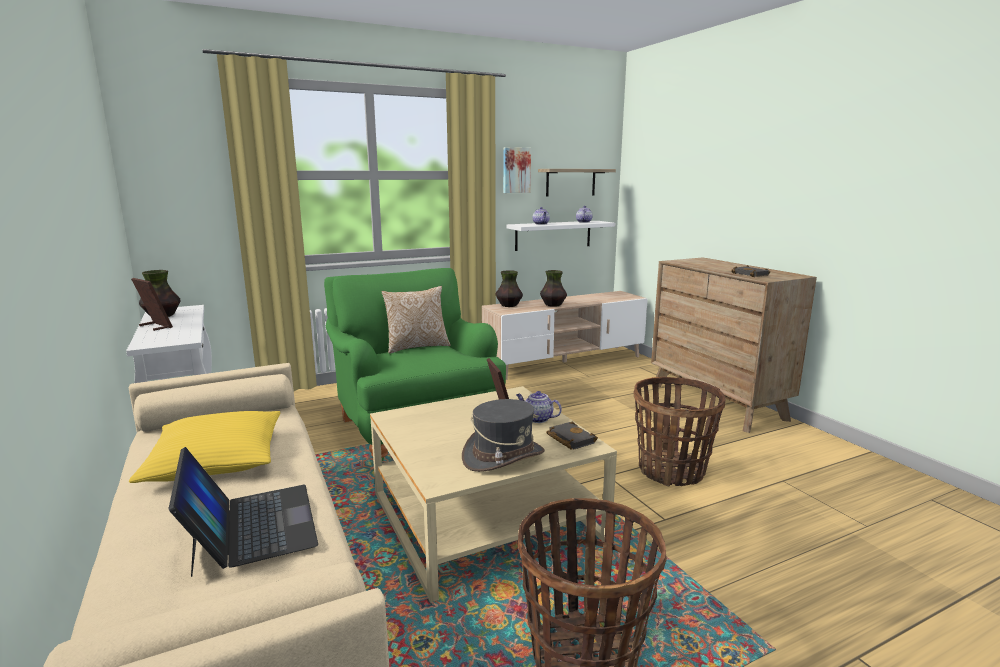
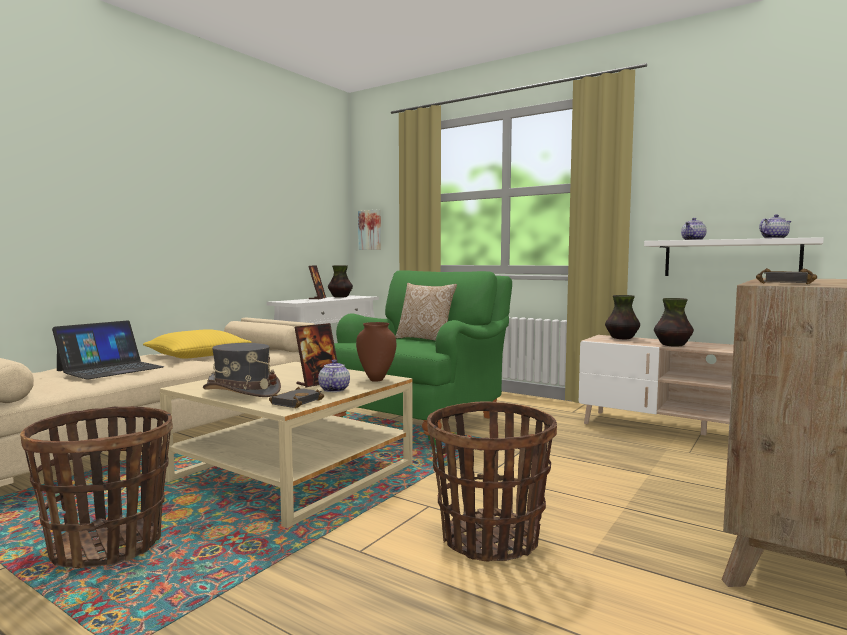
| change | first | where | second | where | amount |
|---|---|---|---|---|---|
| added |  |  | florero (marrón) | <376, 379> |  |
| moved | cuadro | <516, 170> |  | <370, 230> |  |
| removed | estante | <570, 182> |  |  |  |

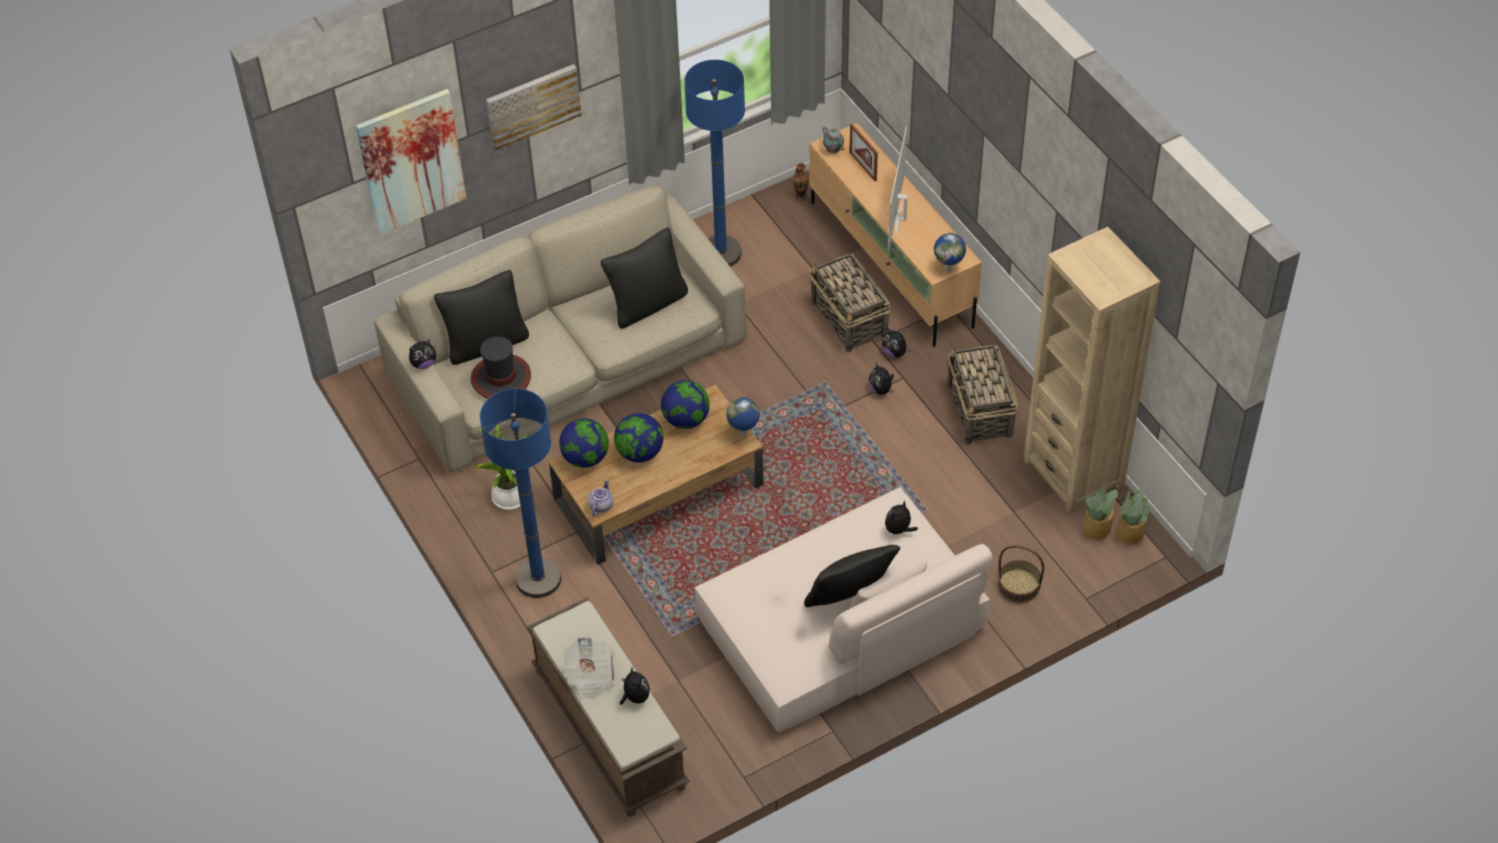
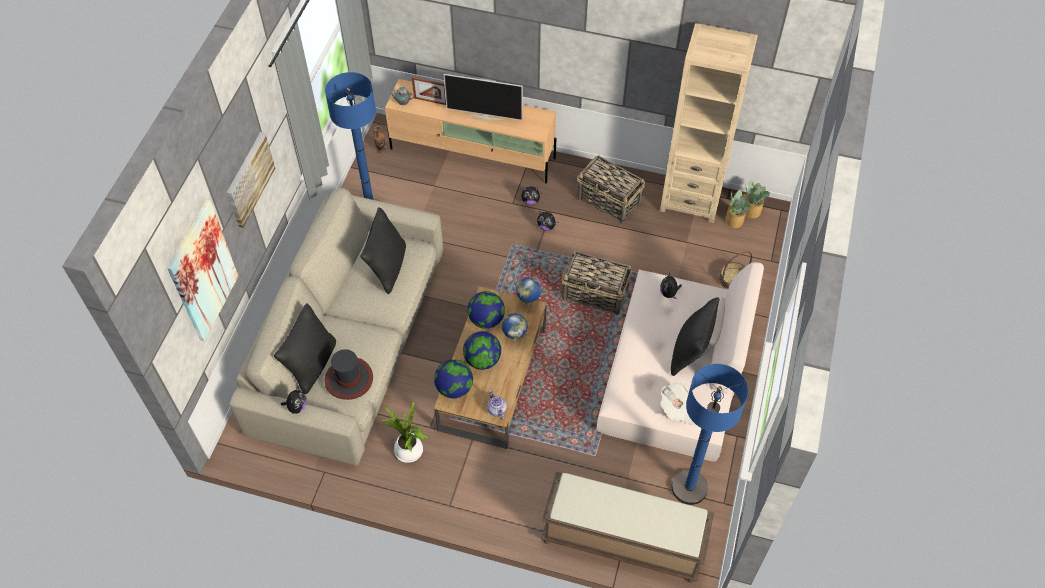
| change | first | where | second | where | amount |
|---|---|---|---|---|---|
| turned | televisor | <900, 218> |  | <485, 116> | 45 degrees counterclockwise |
| moved | globo terráqueo | <948, 269> |  | <514, 338> |  |
| moved | cesta | <849, 319> |  | <595, 294> |  |
| moved | periódico | <590, 677> |  | <678, 409> |  |
| moved | lámpara de pie (azul) | <538, 579> |  | <689, 488> |  |
| removed | peluche | <635, 697> |  |  |  |

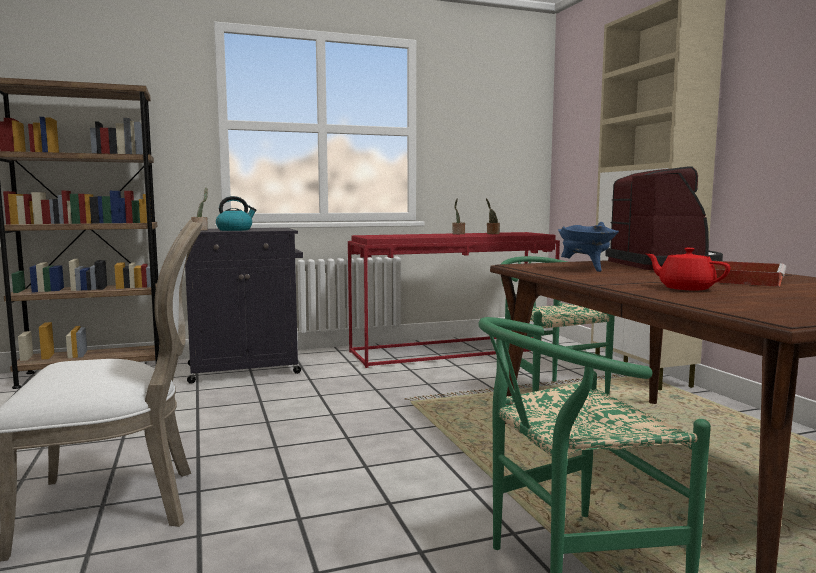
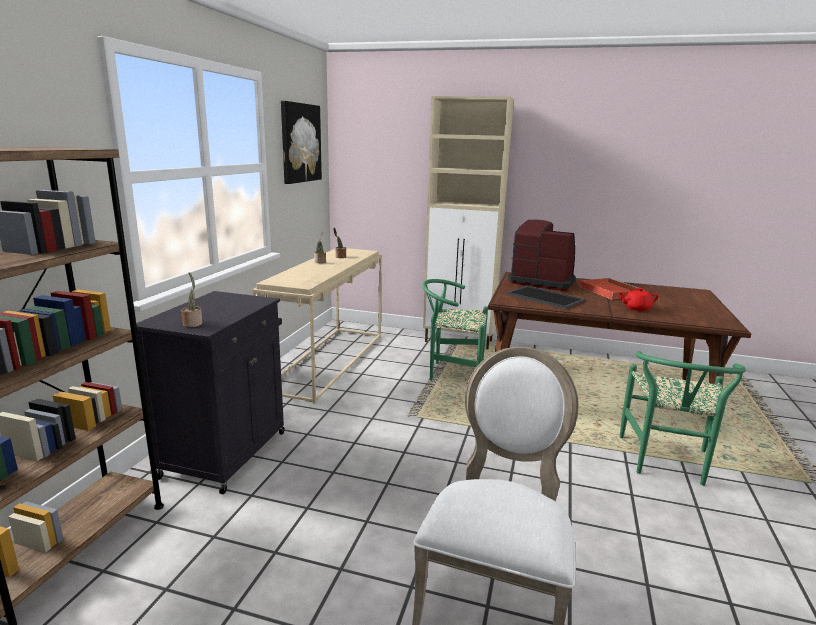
| change | first | where | second | where | amount |
|---|---|---|---|---|---|
| recoloured | mesa consola (rojo) | <453, 350> | mesa consola (beis) | <327, 361> |  |
| added |  |  | cuadro | <300, 143> |  |
| replaced | olla (azul) | <586, 269> | bandeja | <543, 297> |  |
| removed | hervidor | <235, 230> |  |  |  |

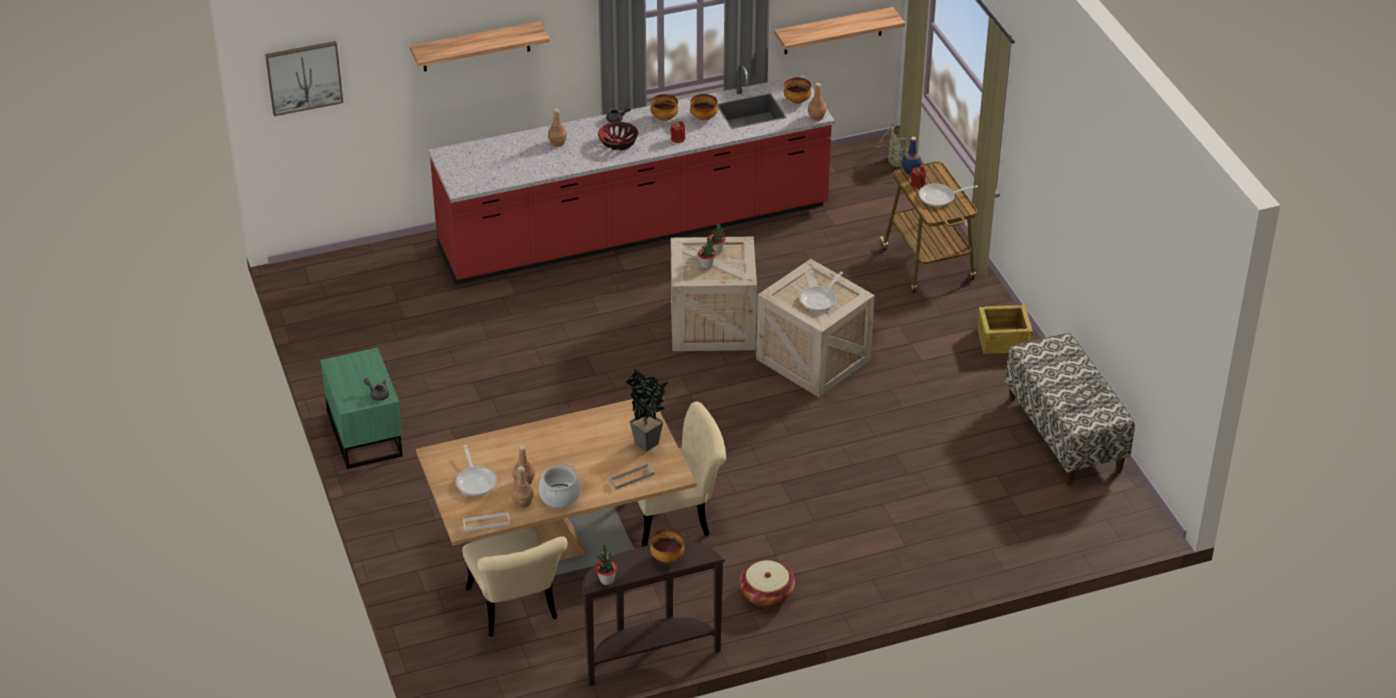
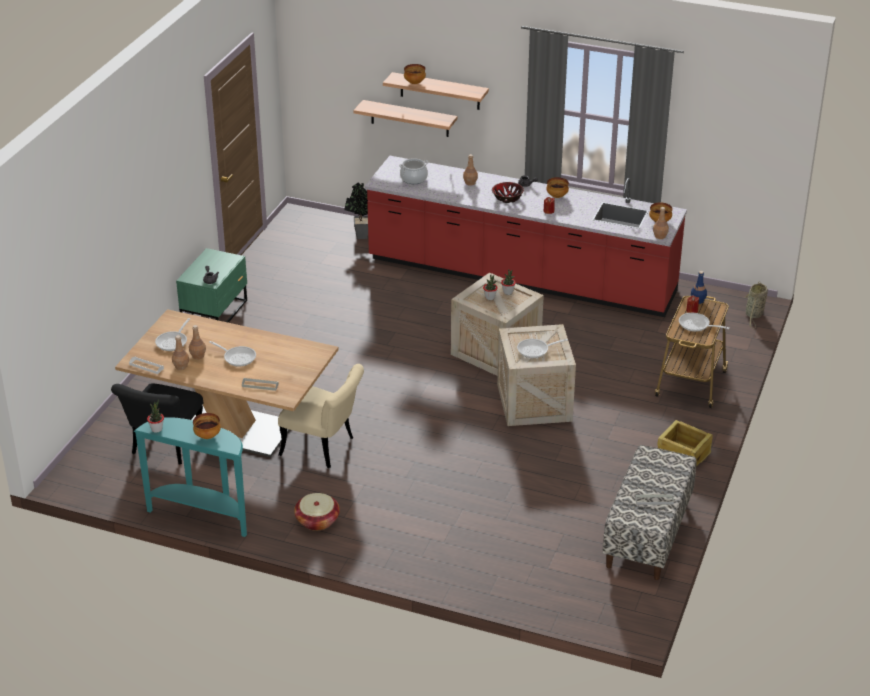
| change | first | where | second | where | amount |
|---|---|---|---|---|---|
| recoloured | silla (beis) | <516, 610> | silla (negro) | <165, 448> |  |
| recoloured | mesa consola (marrón) | <649, 656> | mesa consola (turquesa) | <202, 515> |  |
| added |  |  | sartén | <237, 357> |  |
| moved | planta en maceta | <647, 446> |  | <360, 237> |  |
| moved | estante | <833, 31> |  | <409, 118> |  |
| moved | olla | <560, 496> |  | <413, 179> |  |
| moved | cuenco | <704, 118> |  | <415, 83> |  |
| removed | cuadro | <304, 77> |  |  |  |

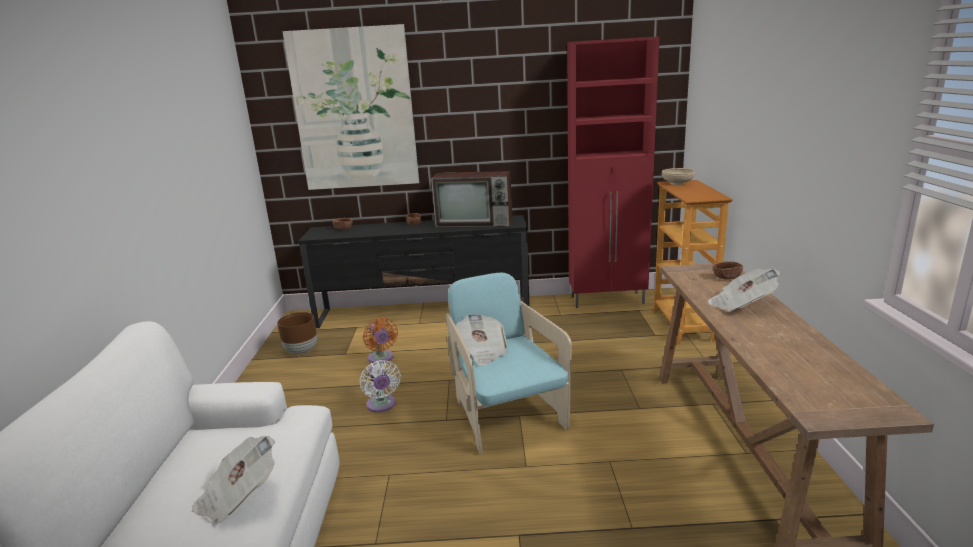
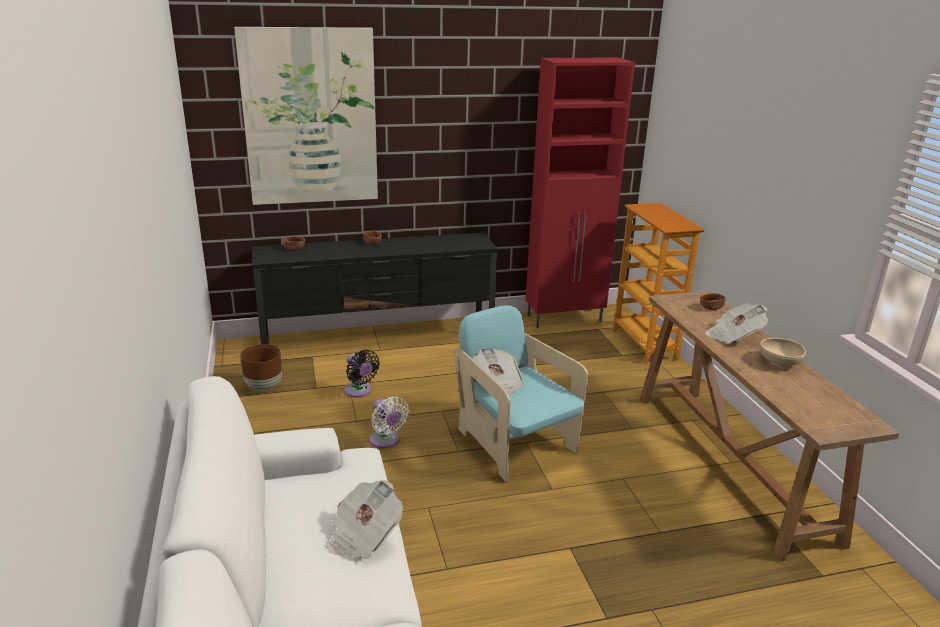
| change | first | where | second | where | amount |
|---|---|---|---|---|---|
| recoloured | ventilador (naranja) | <381, 358> | ventilador (negro) | <359, 391> |  |
| moved | cuenco (beis) | <677, 183> |  | <779, 362> |  |
| removed | televisor | <476, 223> |  |  |  |

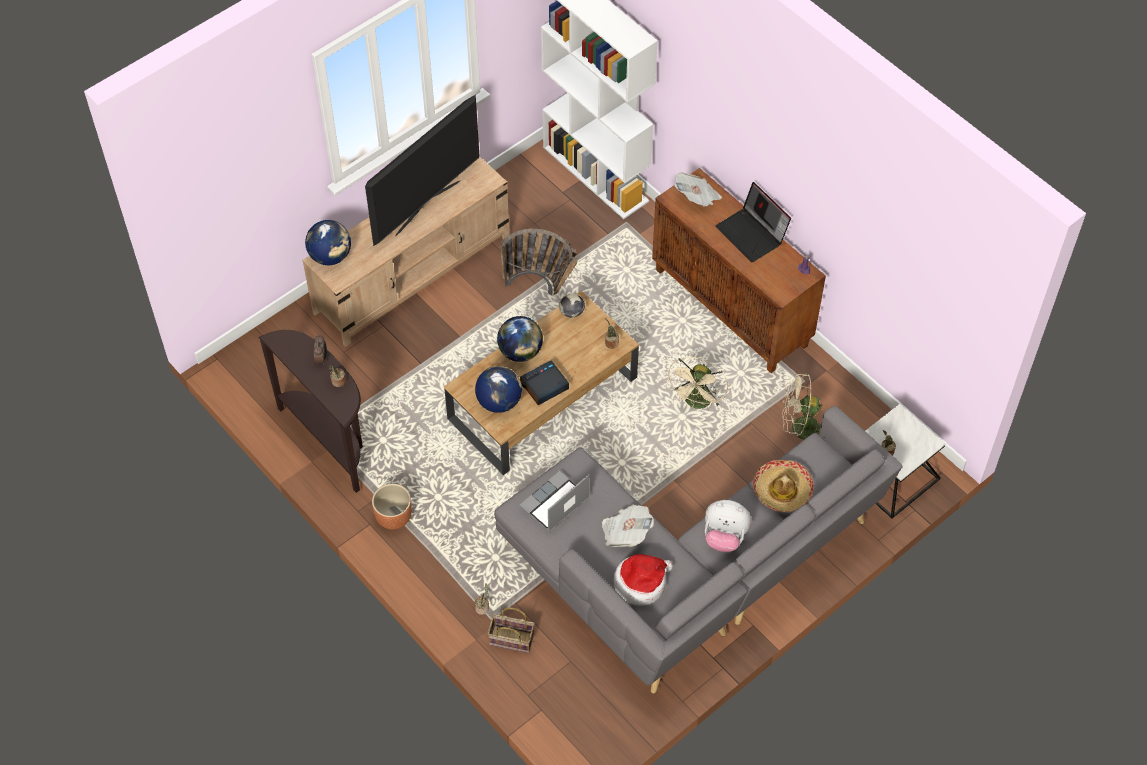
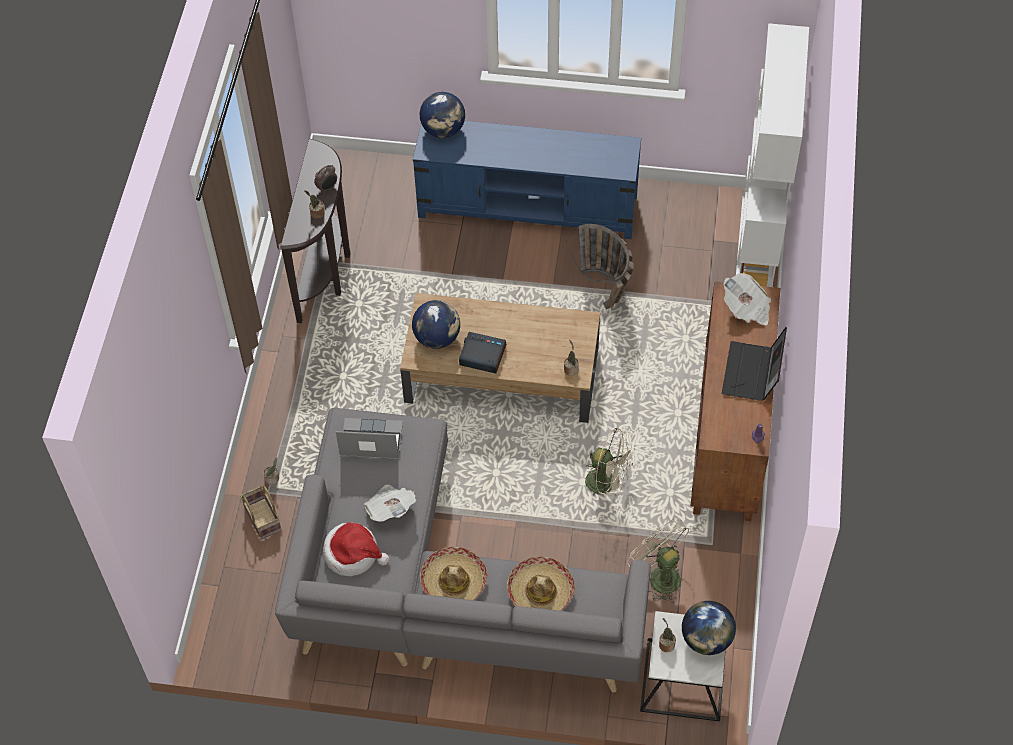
| change | first | where | second | where | amount |
|---|---|---|---|---|---|
| recoloured | mueble de televisión (beis) | <413, 274> | mueble de televisión (azul) | <528, 207> |  |
| replaced | peluche | <724, 536> | sombrero | <453, 581> |  |
| turned | ventilador (beis) | <697, 403> |  | <607, 483> | 135 degrees counterclockwise |
| moved | globo terráqueo | <520, 352> |  | <706, 639> |  |
| removed | televisor | <427, 207> |  |  |  |
| removed | maceta (marrón) | <393, 517> |  |  |  |
| removed | cuenco | <572, 312> |  |  |  |

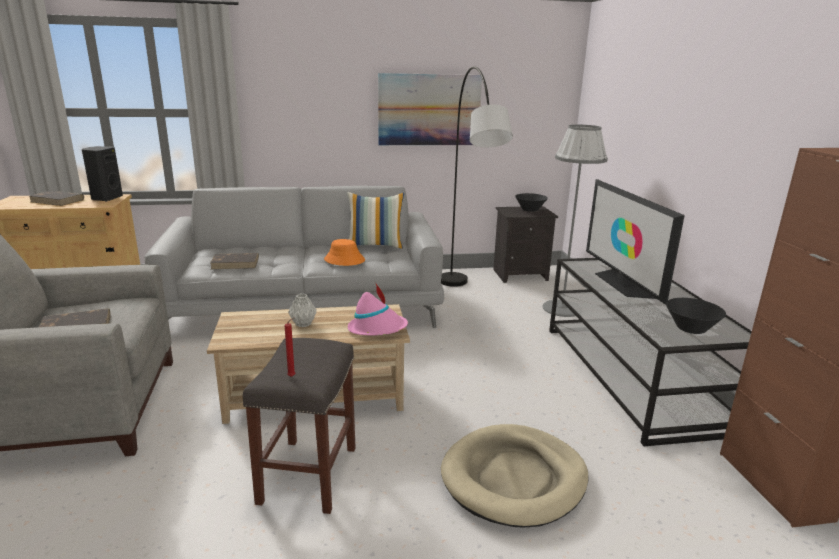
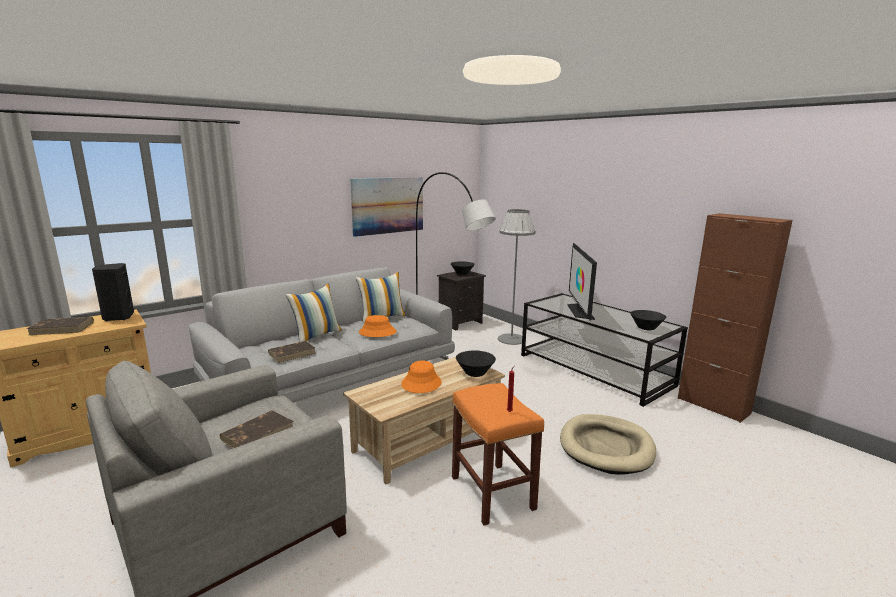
| change | first | where | second | where | amount |
|---|---|---|---|---|---|
| added |  |  | cojín | <316, 335> |  |
| replaced | florero (gris) | <303, 324> | sombrero (naranja) | <421, 384> |  |
| recoloured | taburete (gris) | <308, 473> | taburete (naranja) | <491, 492> |  |
| replaced | sombrero (rosa) | <377, 328> | cuenco (negro) | <475, 373> |  |
| turned | televisor | <622, 284> |  | <579, 311> | 45 degrees clockwise |

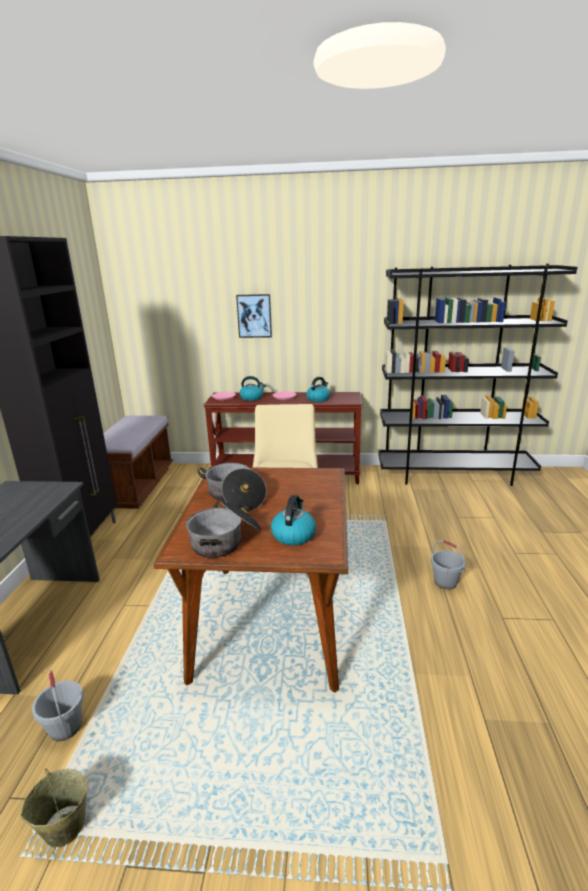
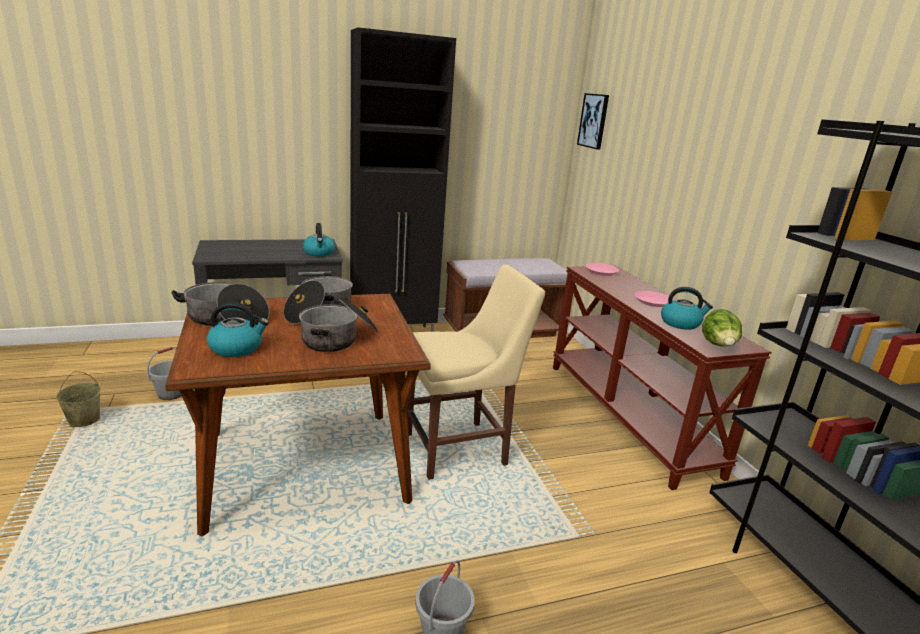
| change | first | where | second | where | amount |
|---|---|---|---|---|---|
| added |  |  | olla | <340, 339> |  |
| moved | hervidor | <252, 398> |  | <319, 253> |  |
| moved | cuadro | <254, 316> |  | <594, 121> |  |
| added |  |  | lechuga | <718, 346> |  |

